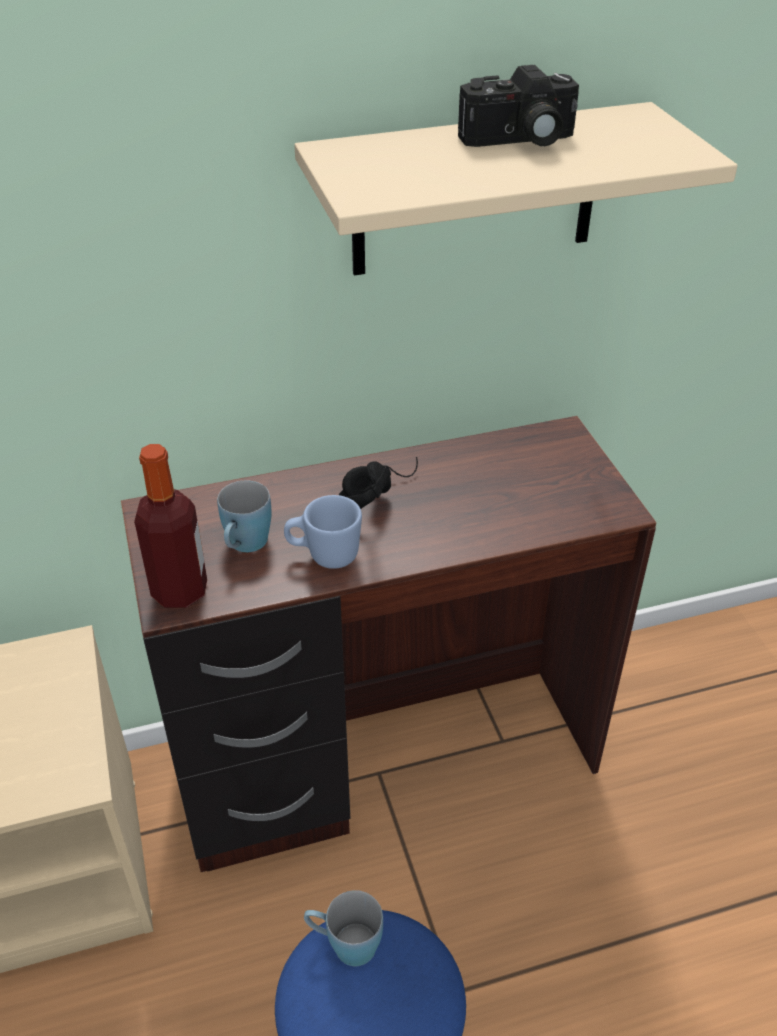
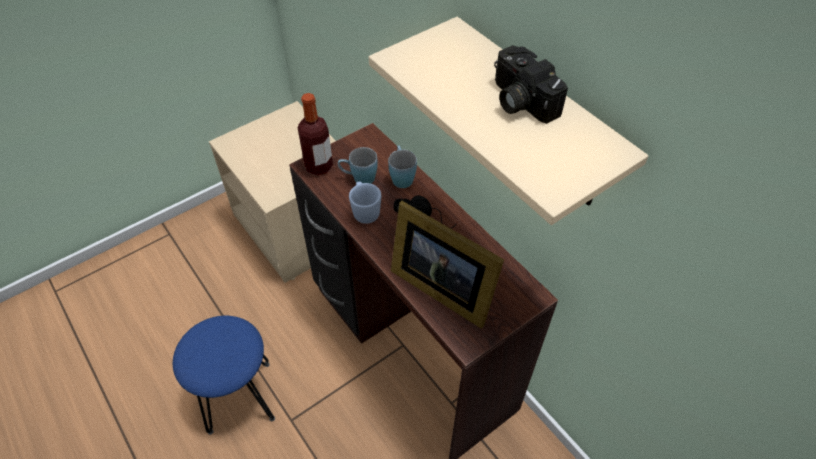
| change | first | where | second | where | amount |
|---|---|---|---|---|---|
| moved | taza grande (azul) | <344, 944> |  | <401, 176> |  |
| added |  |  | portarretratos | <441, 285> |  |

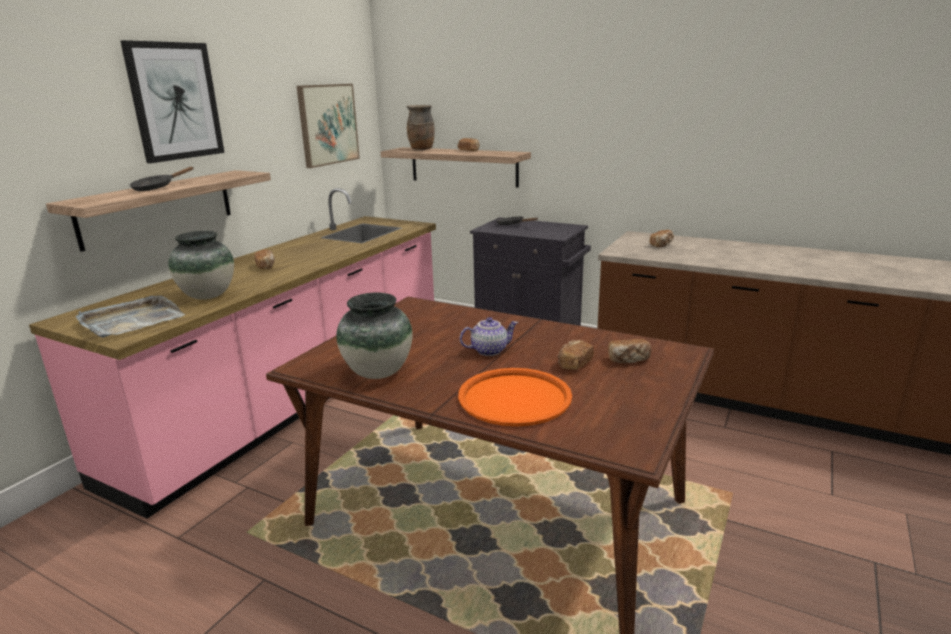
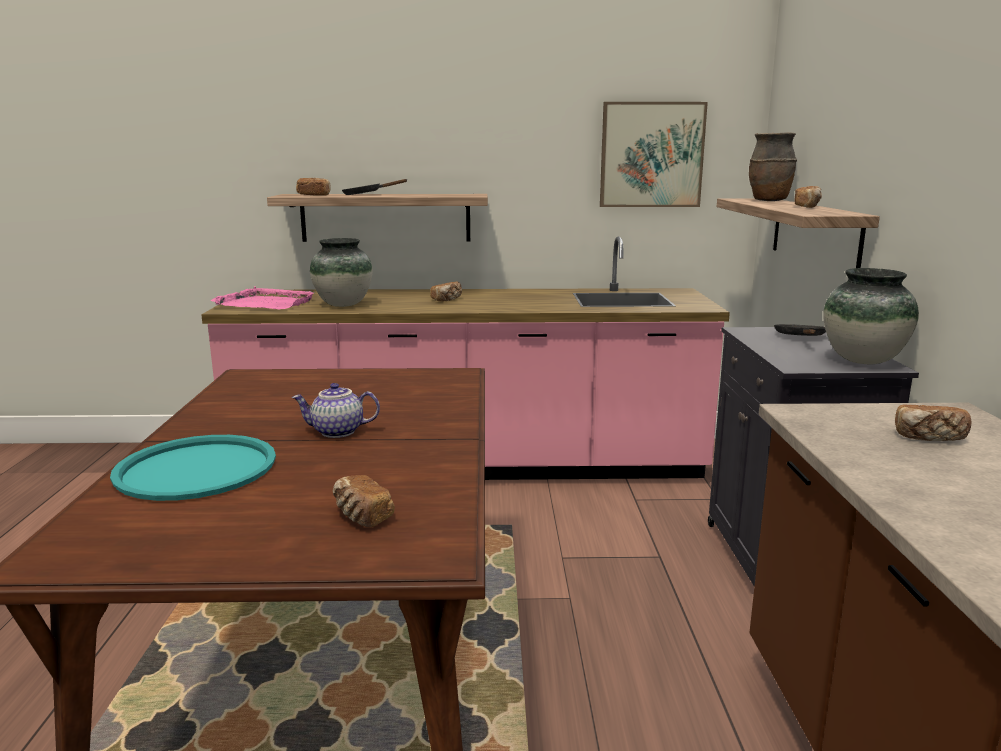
| change | first | where | second | where | amount |
|---|---|---|---|---|---|
| recoloured | bandeja (naranja) | <515, 398> | bandeja (turquesa) | <196, 469> |  |
| recoloured | bandeja (gris) | <131, 321> | bandeja (rosa) | <265, 303> |  |
| turned | tetera | <489, 350> |  | <337, 432> | 135 degrees clockwise |
| moved | pan | <574, 364> |  | <314, 195> |  |
| moved | florero | <378, 373> |  | <863, 360> |  |
| removed | cuadro | <175, 101> |  |  |  |

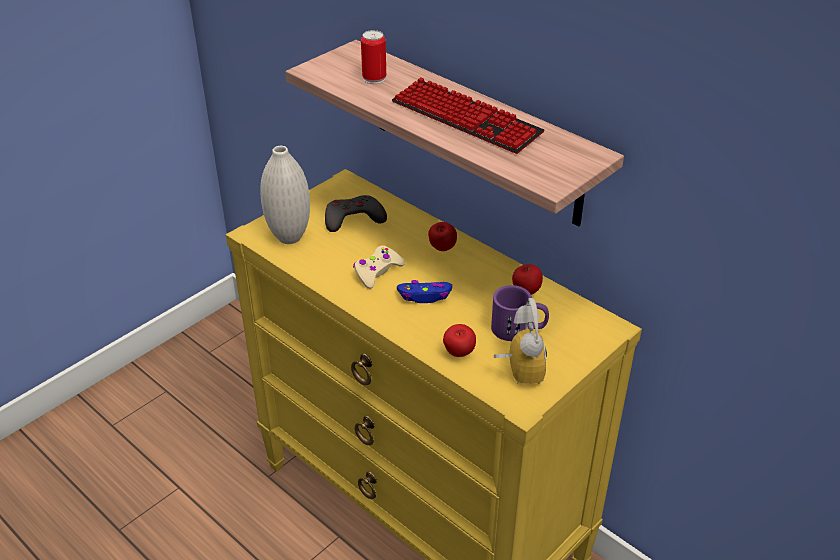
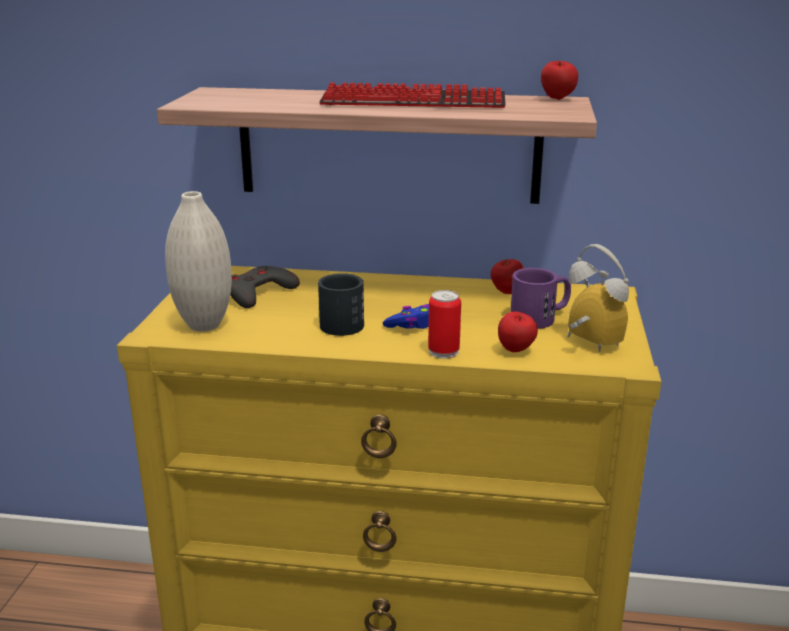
| change | first | where | second | where | amount |
|---|---|---|---|---|---|
| replaced | mando de consola (beis) | <377, 272> | taza grande (negro) | <343, 321> |  |
| moved | lata | <374, 78> |  | <443, 351> |  |
| moved | manzana | <442, 249> |  | <557, 99> |  |

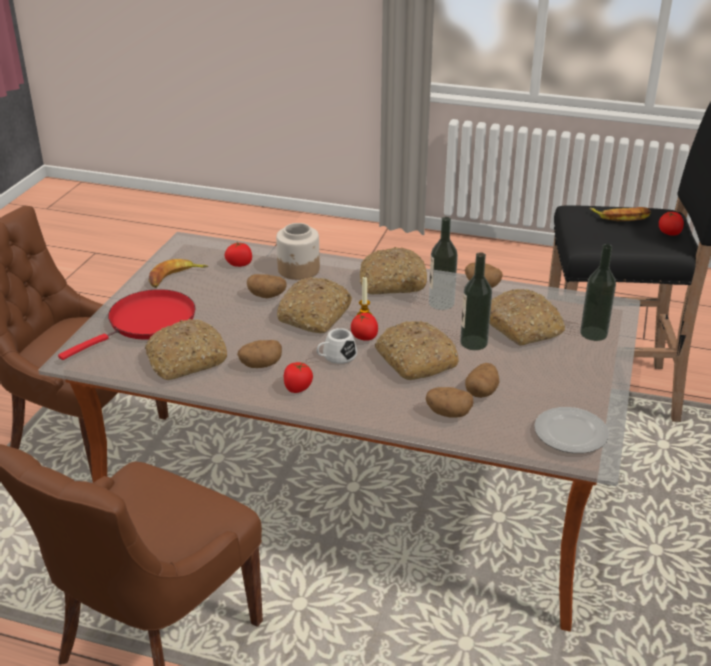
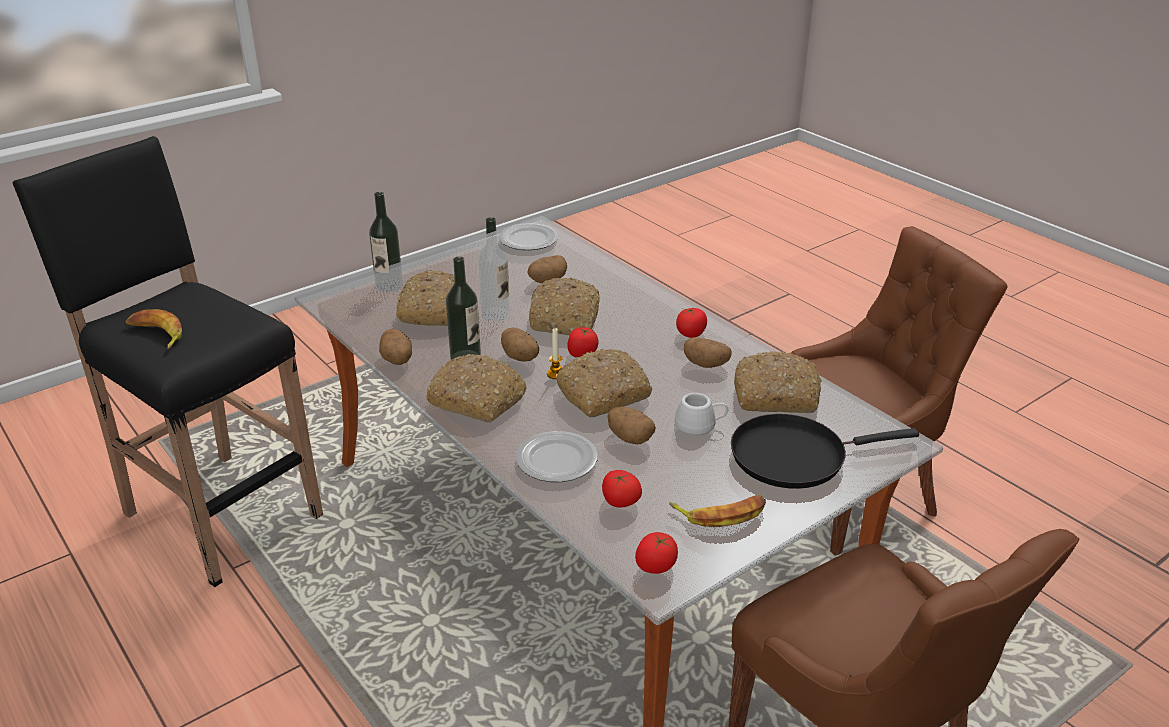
| change | first | where | second | where | amount |
|---|---|---|---|---|---|
| moved | patata | <448, 413> |  | <521, 358> |  |
| replaced | tarro | <299, 270> | plato | <557, 460> |  |
| moved | tomate | <669, 233> |  | <656, 566> |  |
| moved | taza grande (blanco) | <336, 357> |  | <700, 425> |  |
| recoloured | sartén (rojo) | <147, 323> | sartén (negro) | <795, 456> |  |

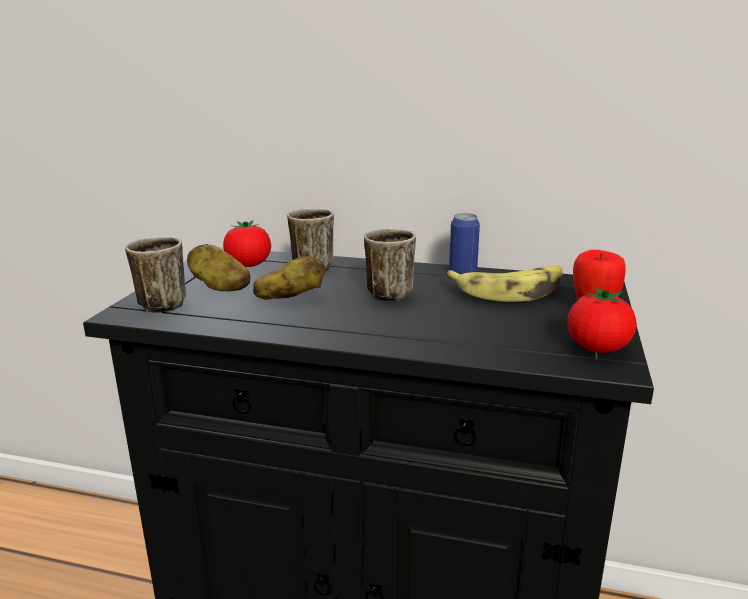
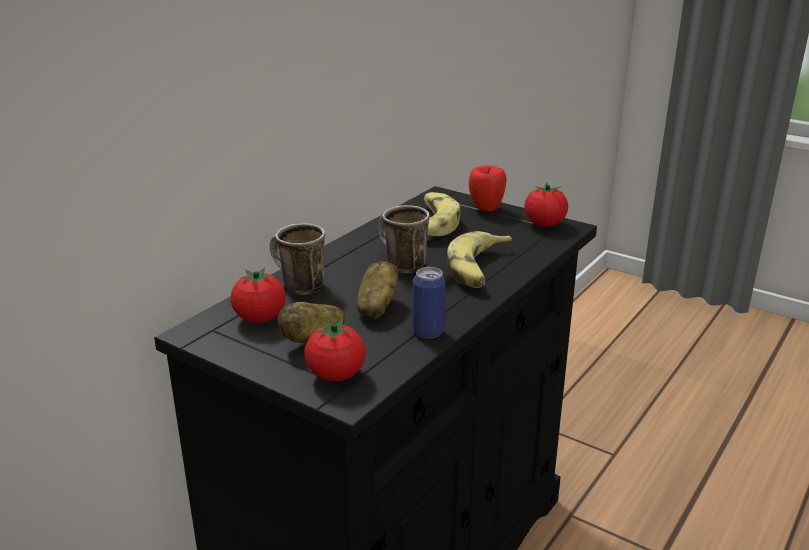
| change | first | where | second | where | amount |
|---|---|---|---|---|---|
| replaced | taza grande | <161, 303> | tomate | <336, 375> |  |
| moved | lata | <462, 272> |  | <428, 331> |  |
| added |  |  | plátano | <478, 269> |  |

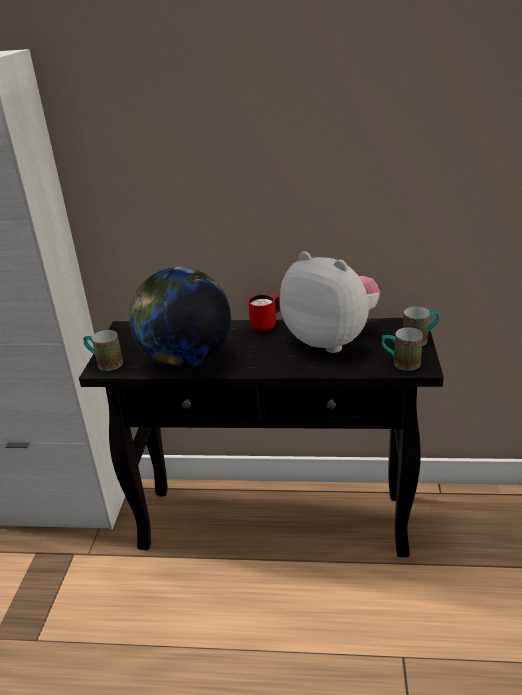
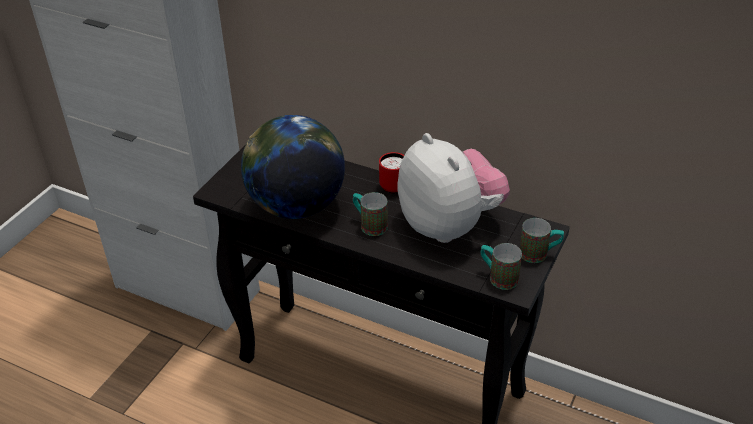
| change | first | where | second | where | amount |
|---|---|---|---|---|---|
| moved | taza grande | <105, 363> |  | <369, 224> |  |

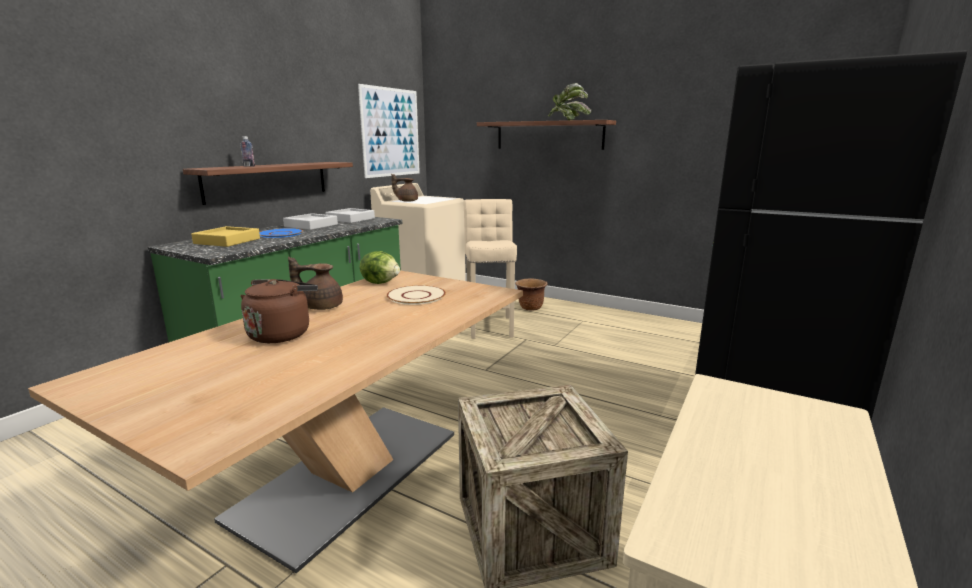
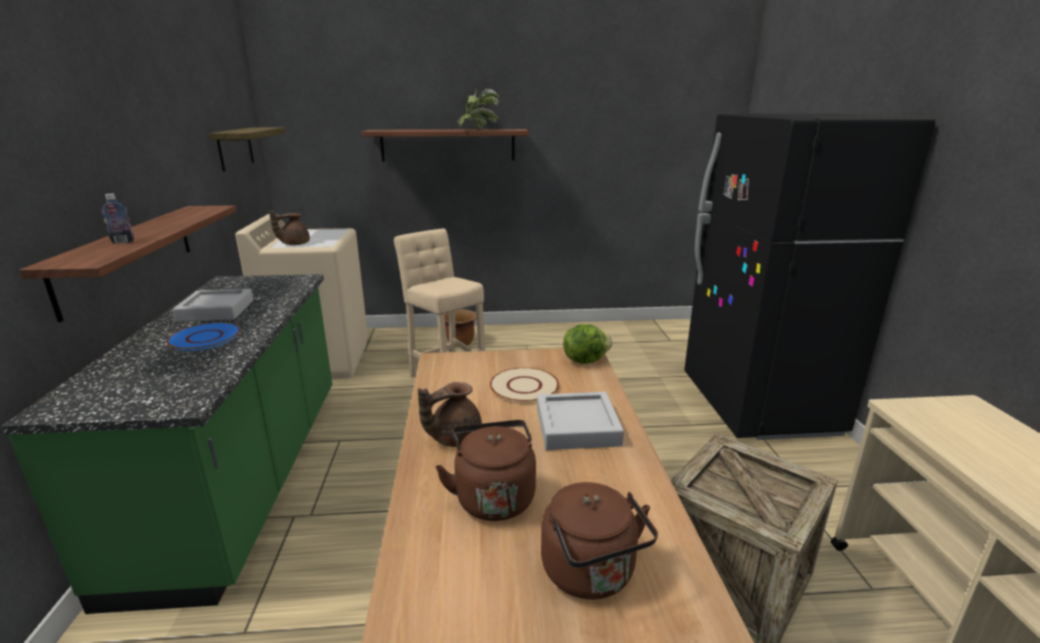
| change | first | where | second | where | amount |
|---|---|---|---|---|---|
| replaced | cuadro | <391, 132> | estante | <235, 148> |  |
| moved | bandeja (gris) | <350, 219> |  | <577, 427> |  |
| added |  |  | hervidor (marrón) | <591, 574> |  |
| moved | lechuga | <381, 282> |  | <585, 360> |  |
| removed | bandeja (amarillo) | <227, 241> |  |  |  |

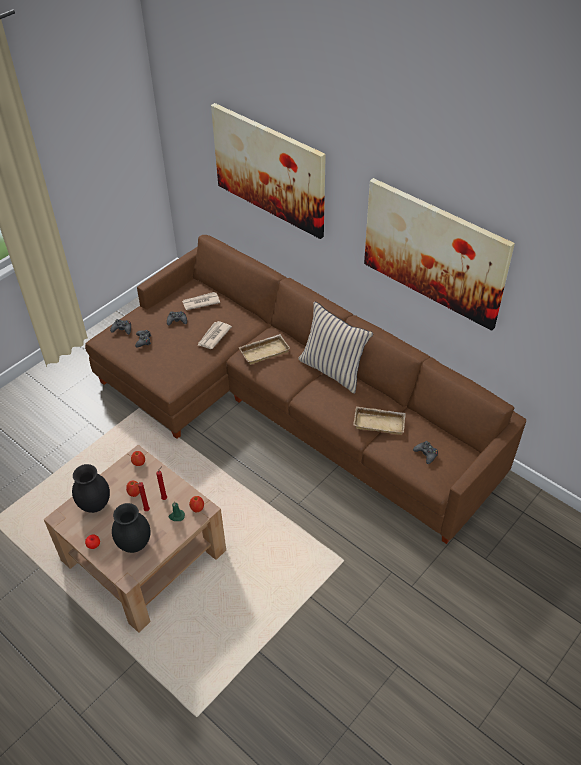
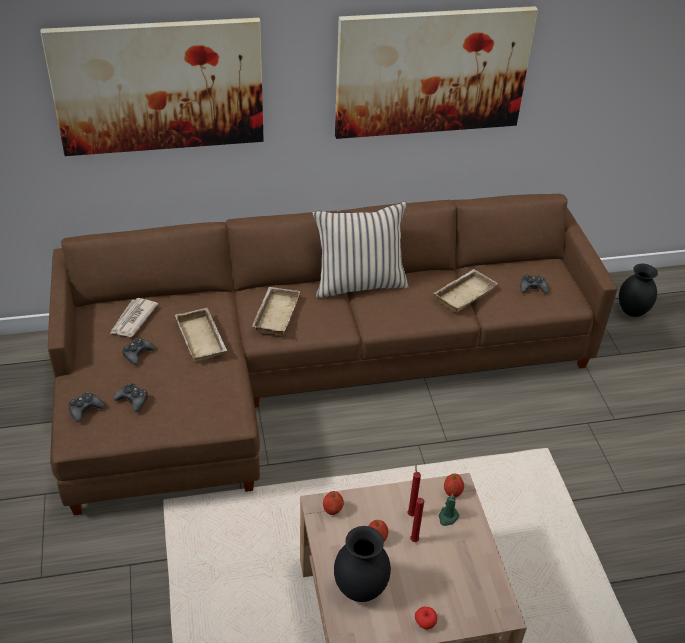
| change | first | where | second | where | amount |
|---|---|---|---|---|---|
| replaced | periódico | <213, 336> | bandeja (beis) | <203, 339> |  |
| moved | florero (negro) | <134, 544> |  | <631, 312> |  |

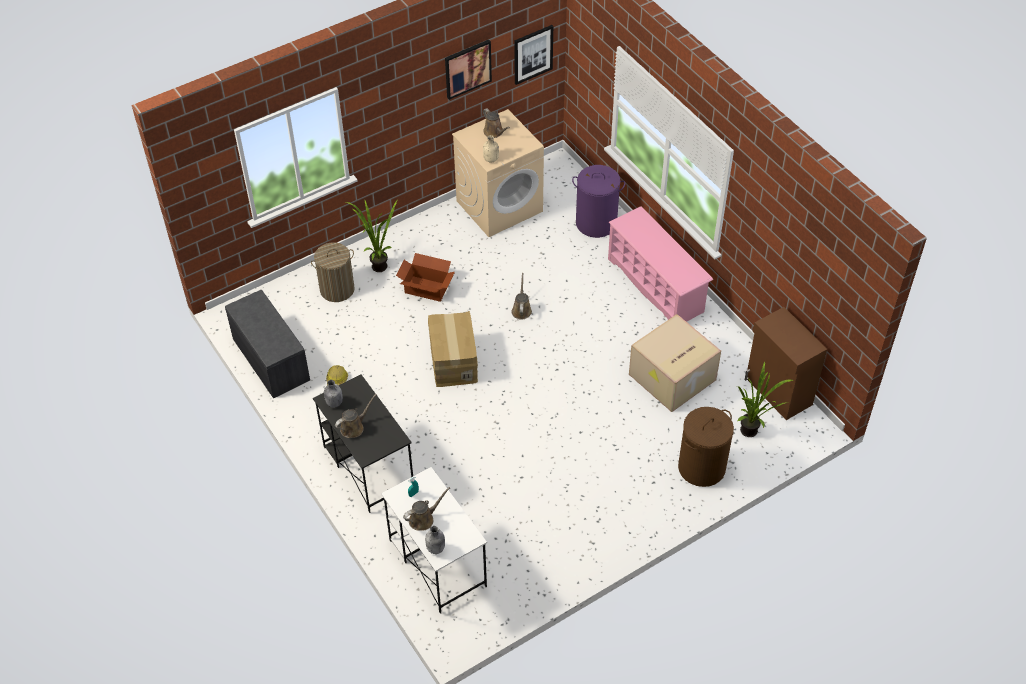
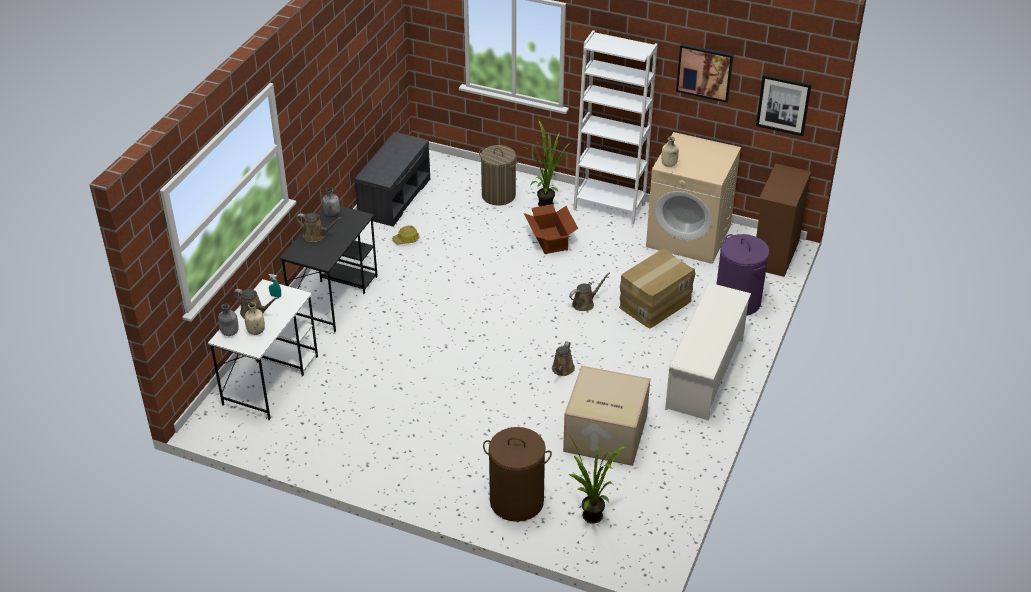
| change | first | where | second | where | amount |
|---|---|---|---|---|---|
| added |  |  | botella (beis) | <256, 331> |  |
| moved | regadera (marrón) | <494, 132> |  | <562, 370> |  |
| added |  |  | estantería (blanco) | <609, 206> |  |
| moved | caja de cartón | <452, 361> |  | <654, 303> |  |
| recoloured | zapatero (rosa) | <656, 286> | zapatero (blanco) | <705, 373> |  |
| moved | armario (marrón) | <778, 392> |  | <774, 254> |  |

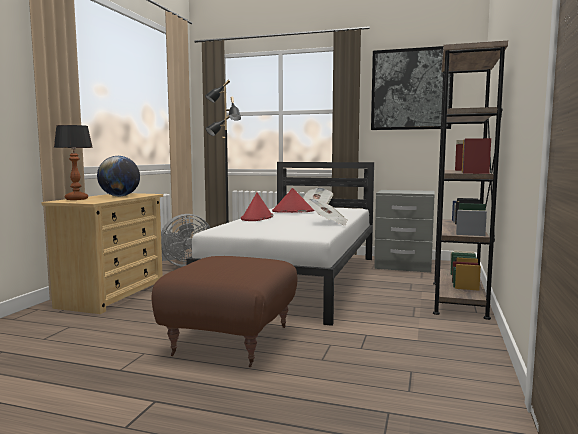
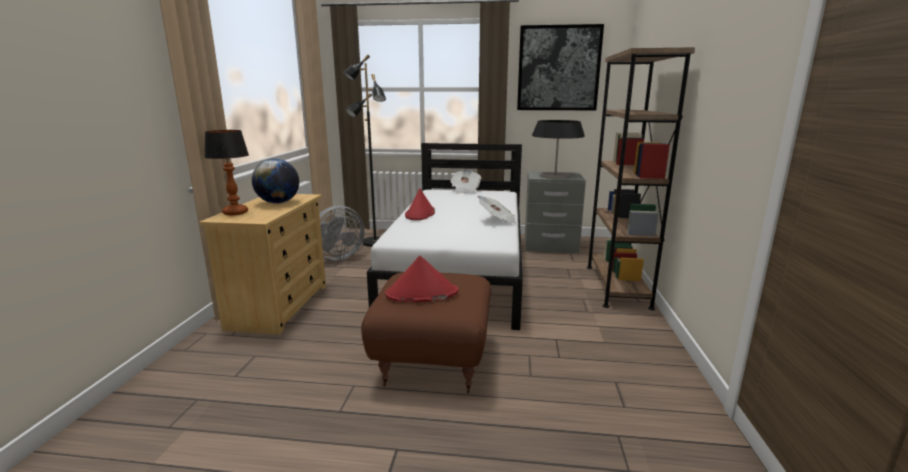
| change | first | where | second | where | amount |
|---|---|---|---|---|---|
| moved | sombrero (rojo) | <293, 211> |  | <421, 293> |  |
| added |  |  | lámpara de mesa | <555, 175> |  |

